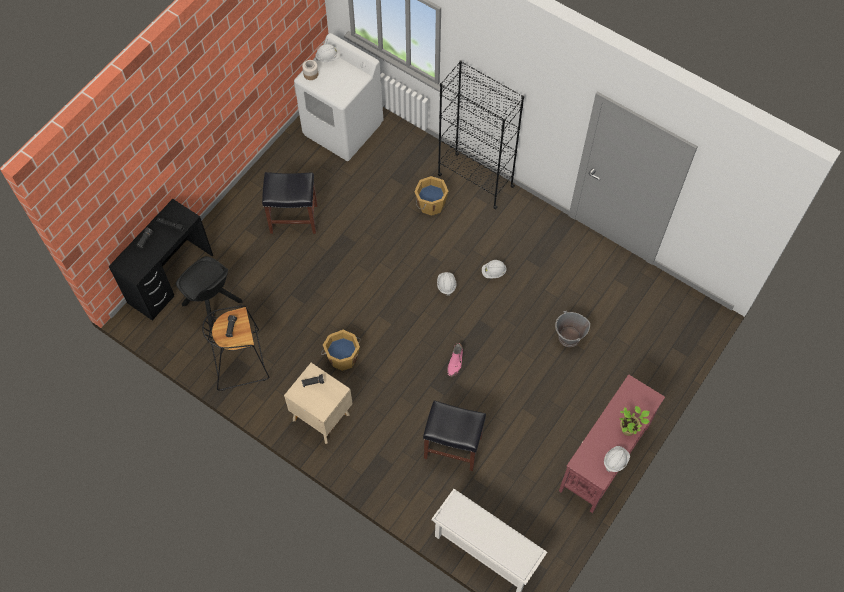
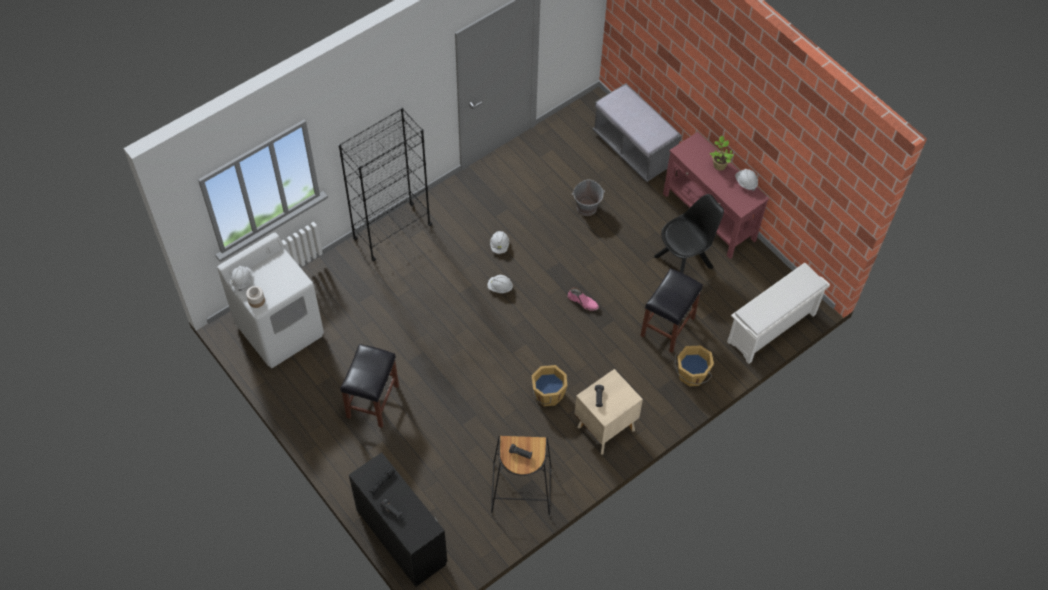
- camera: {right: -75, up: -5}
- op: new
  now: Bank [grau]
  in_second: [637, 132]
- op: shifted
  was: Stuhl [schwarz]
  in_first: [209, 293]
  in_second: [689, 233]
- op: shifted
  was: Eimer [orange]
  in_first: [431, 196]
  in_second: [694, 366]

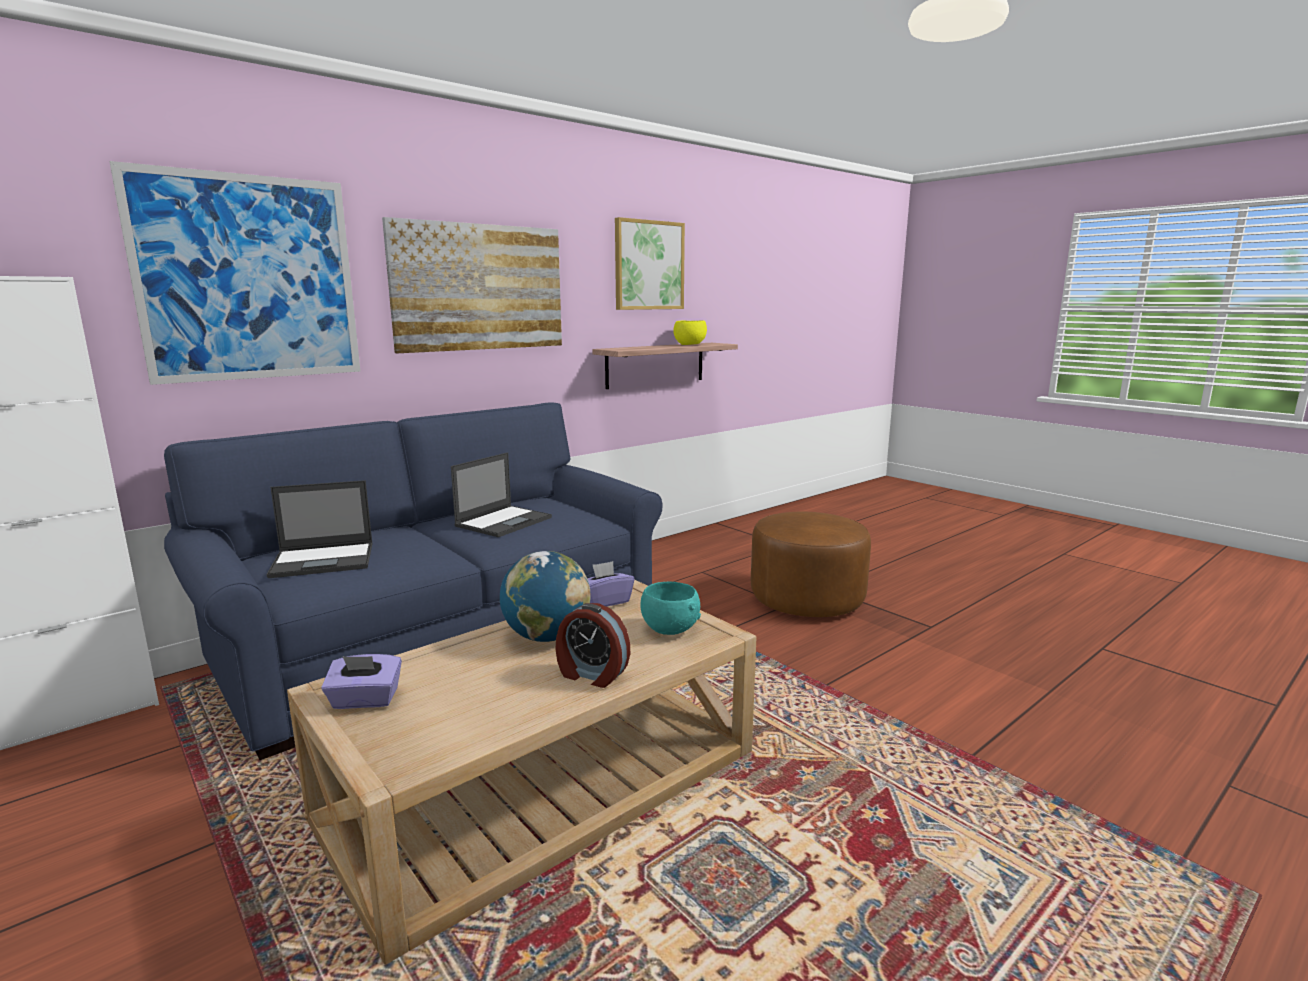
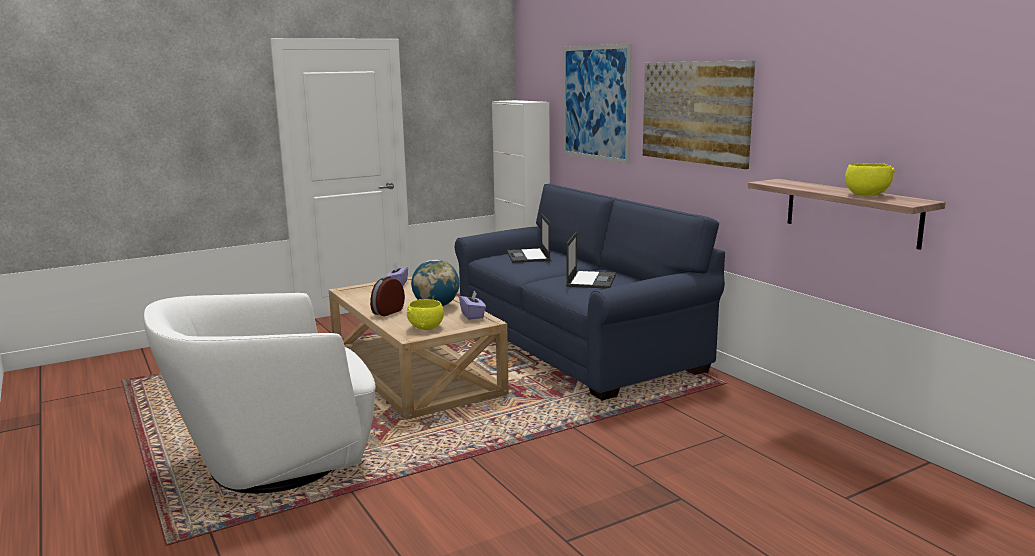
- camera: {right: 100, up: 0}
- op: gone
  was: Bild
  in_first: [650, 263]
- op: gone
  was: Polsterhocker [braun]
  in_first: [811, 564]
- op: new
  now: Sessel [weiß]
  in_second: [260, 393]
- op: repainted
  was: Schüssel [türkis]
  now: Schüssel [gelb]
  in_first: [670, 608]
  in_second: [425, 314]
- op: rotated
  was: Laptop
  in_first: [501, 494]
  in_second: [591, 260]
  clockwise: -120

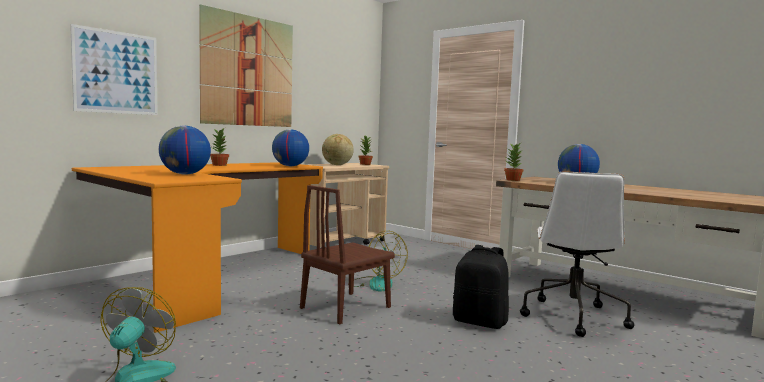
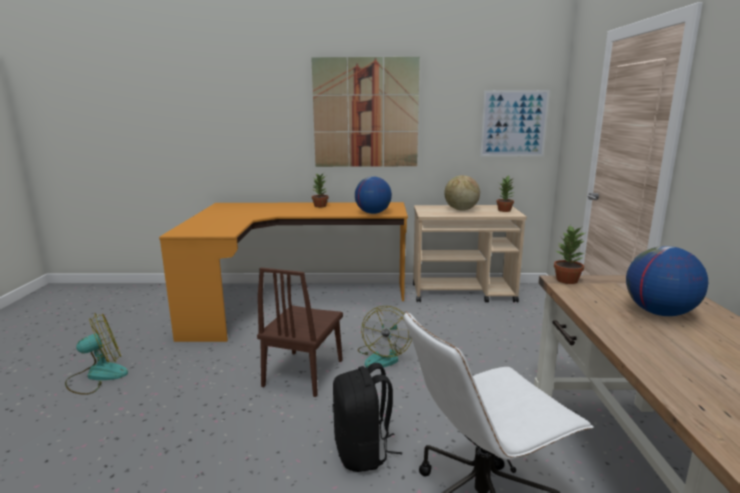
- camera: {right: 50, up: 10}
- op: gone
  was: Globus
  in_first: [185, 150]
- op: shifted
  was: Bild
  in_first: [114, 69]
  in_second: [515, 123]
- op: rotated
  was: Stuhl [braun]
  in_first: [347, 255]
  in_second: [300, 332]
  clockwise: -75

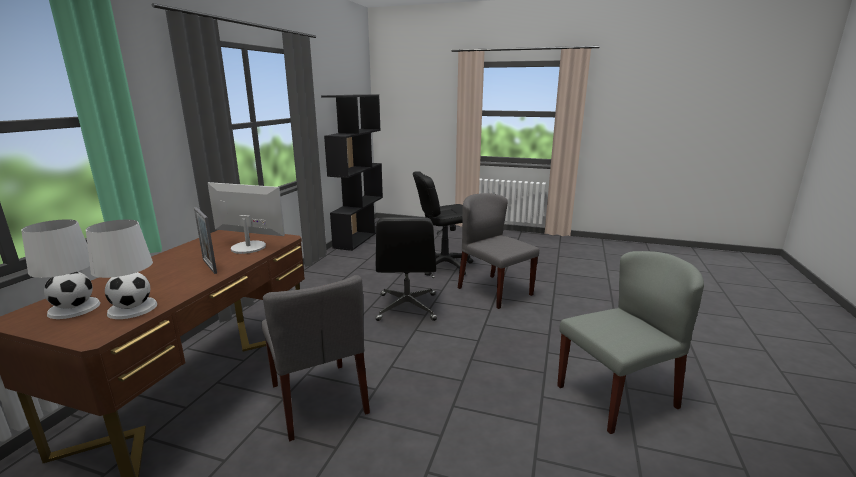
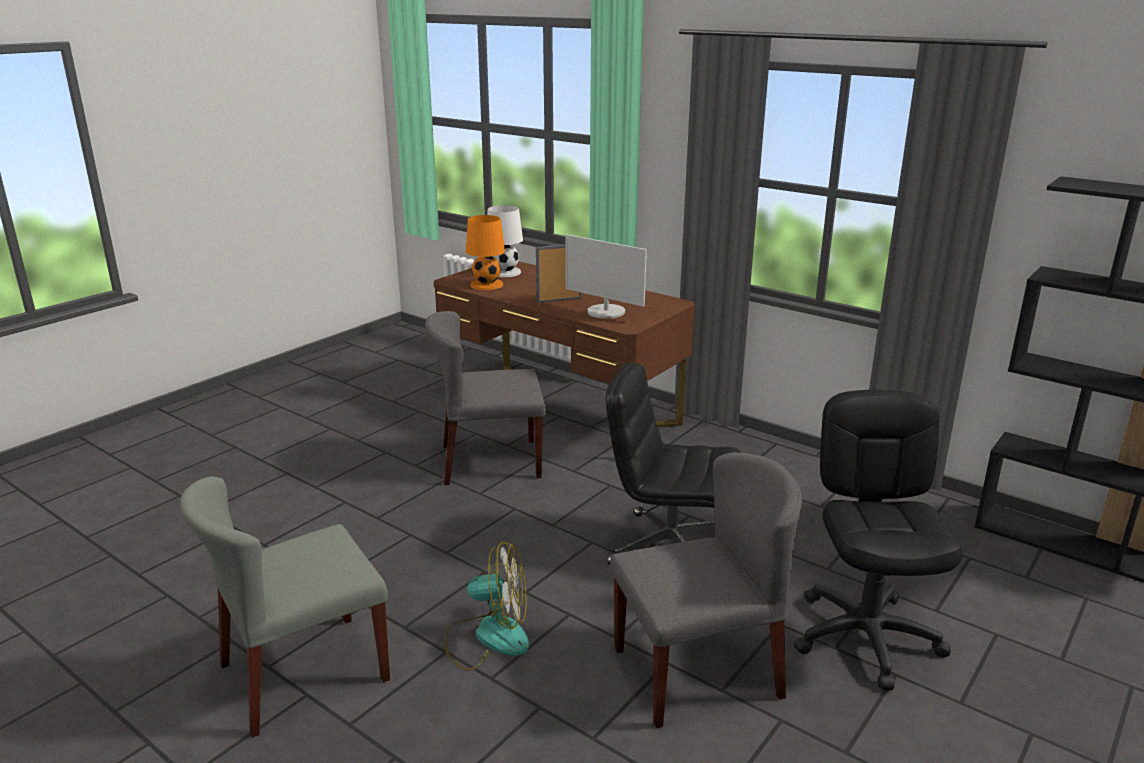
- camera: {right: 110, up: 5}
- op: new
  now: Ventilator
  in_second: [486, 606]
- op: repainted
  was: Tischlampe [weiß]
  now: Tischlampe [orange]
  in_first: [121, 269]
  in_second: [485, 252]
- op: rotated
  was: Monitor
  in_first: [246, 218]
  in_second: [606, 276]
  clockwise: 90
- op: rotated
  was: Stuhl [grau]
  in_first: [630, 342]
  in_second: [285, 607]
  clockwise: 60

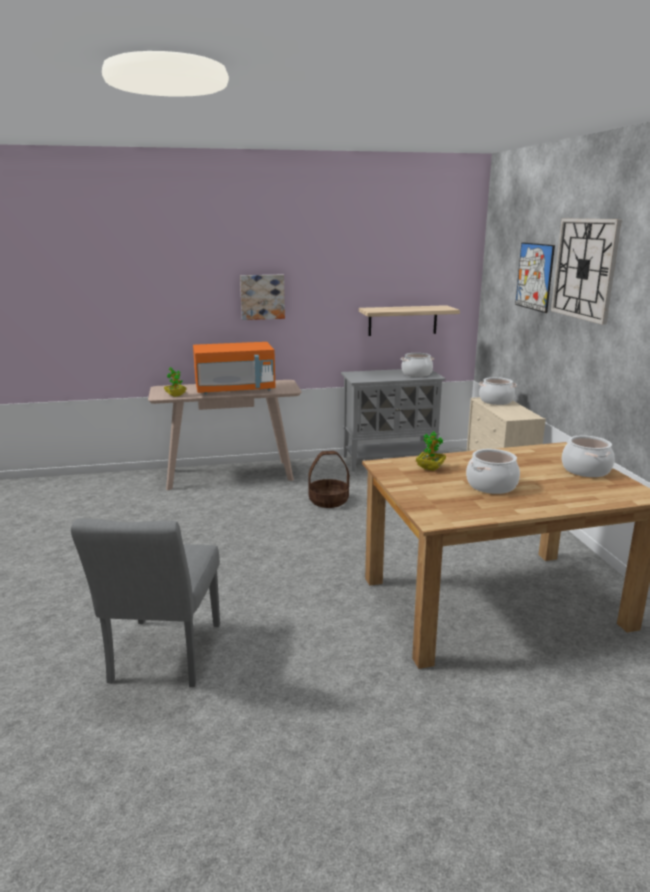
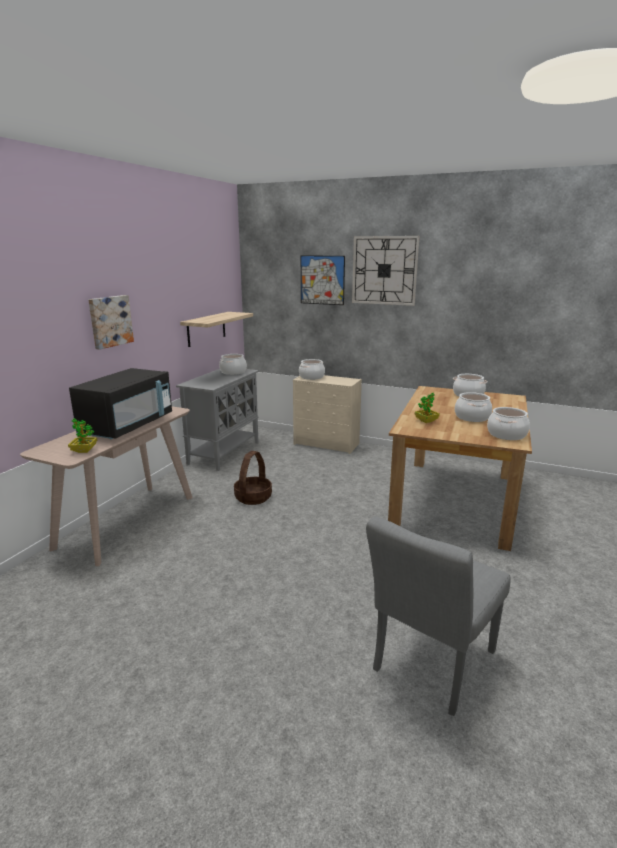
- camera: {right: -55, up: 0}
- op: new
  now: Kochtopf
  in_second: [508, 423]
- op: repainted
  was: Mikrowelle [orange]
  now: Mikrowelle [schwarz]
  in_first: [234, 368]
  in_second: [120, 403]
- op: rotated
  was: Stuhl [grau]
  in_first: [145, 602]
  in_second: [438, 616]
  clockwise: 90

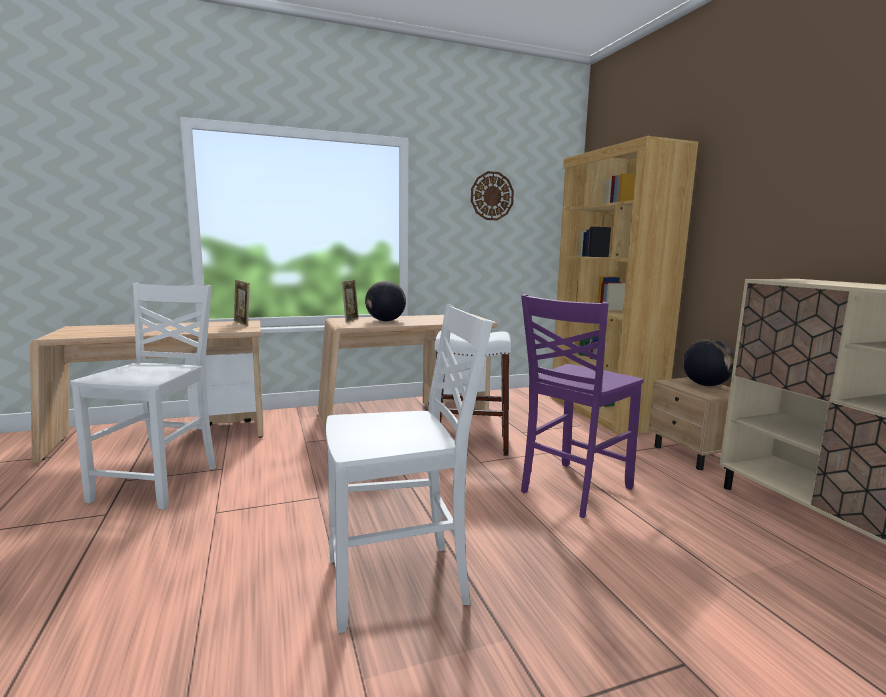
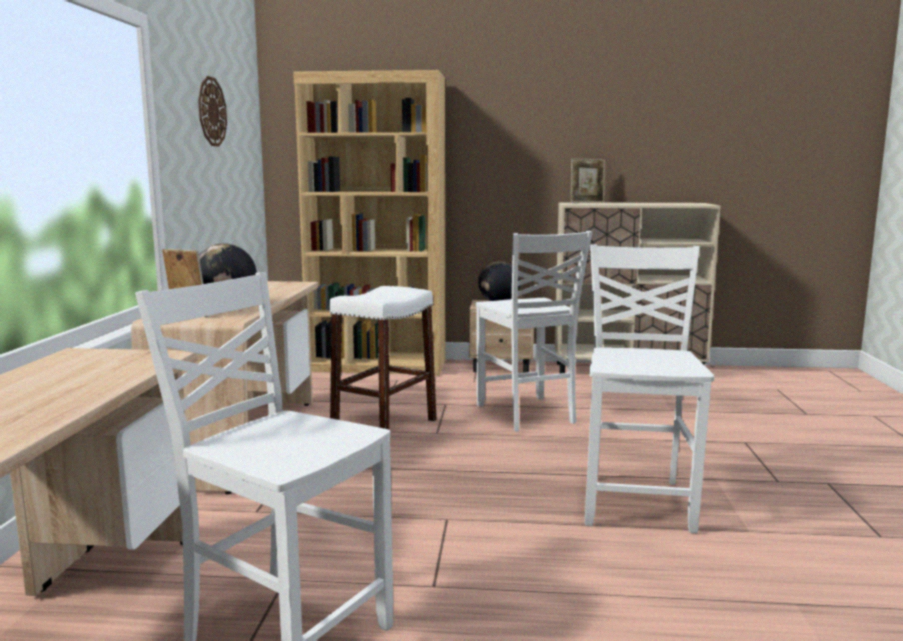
- camera: {right: -65, up: 0}
- op: shifted
  was: Bilderrahmen
  in_first: [242, 303]
  in_second: [588, 180]
- op: repainted
  was: Stuhl [lila]
  now: Stuhl [weiß]
  in_first: [582, 406]
  in_second: [533, 331]

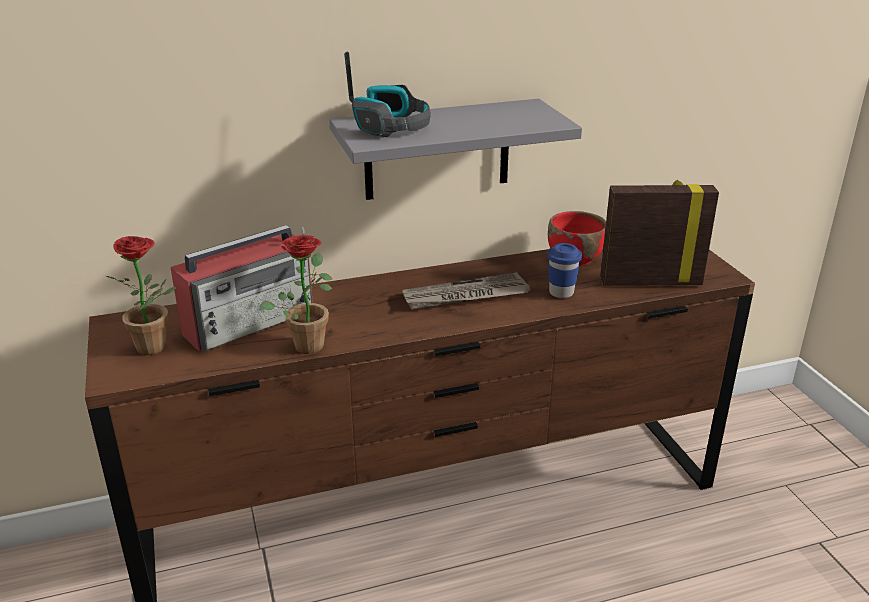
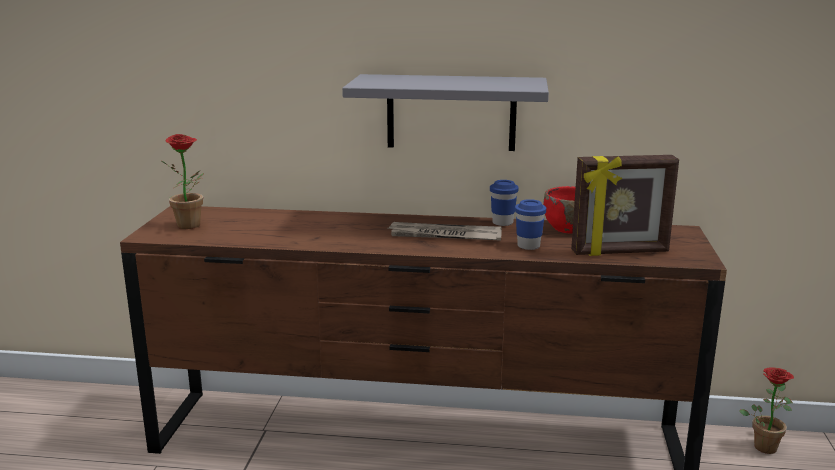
- camera: {right: 25, up: -10}
- op: gone
  was: Radio
  in_first: [241, 288]
- op: gone
  was: Kopfhörer
  in_first: [387, 94]
- op: new
  now: Tasse [blau]
  in_second: [504, 203]
- op: shifted
  was: Topfpflanze
  in_first: [296, 294]
  in_second: [766, 410]
- op: rotated
  was: Bilderrahmen
  in_first: [659, 233]
  in_second: [625, 205]
  clockwise: 150

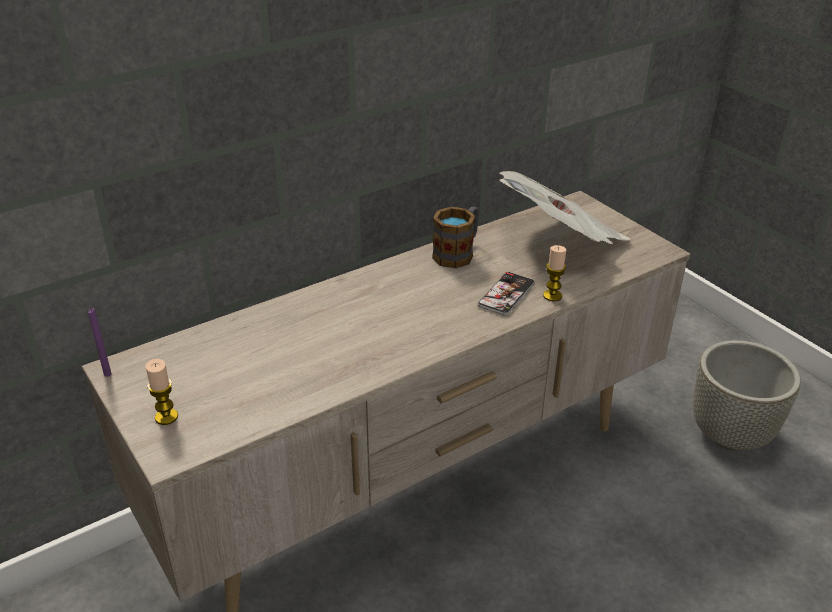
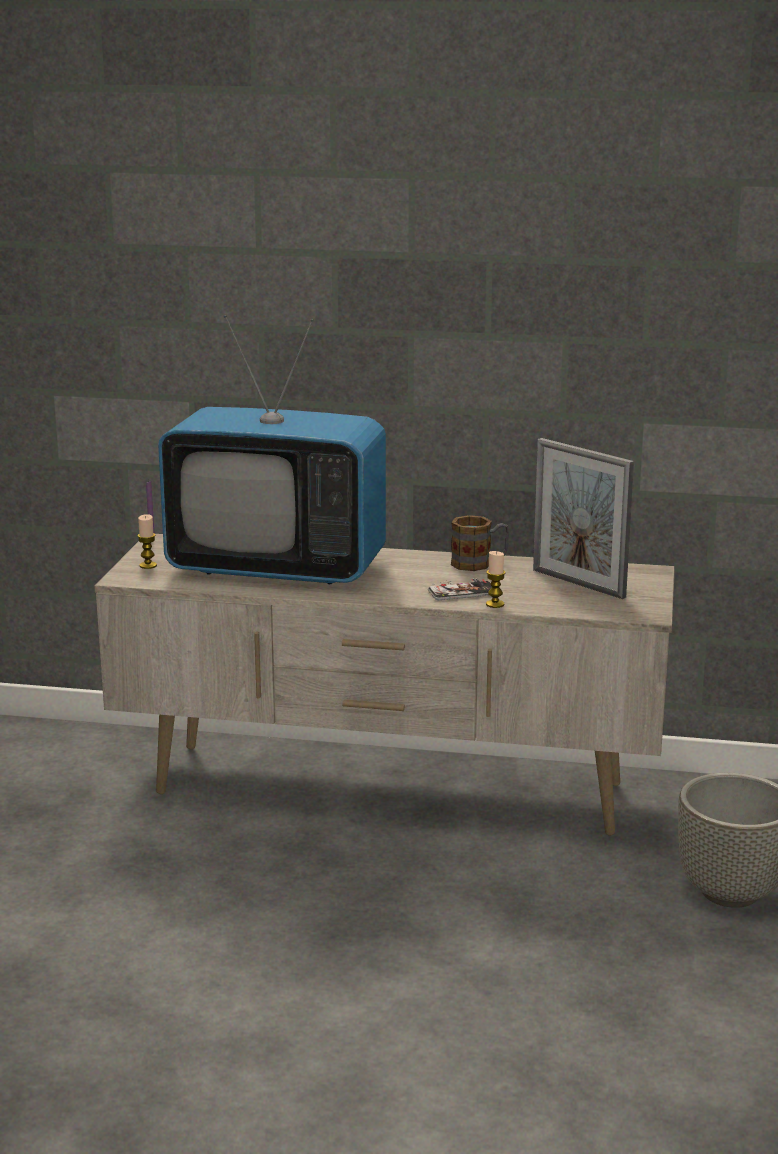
- camera: {right: 45, up: -15}
- op: new
  now: Fernseher
  in_second: [272, 449]
- op: swapped
  was: Zeitung
  now: Bilderrahmen
  in_first: [565, 207]
  in_second: [583, 518]

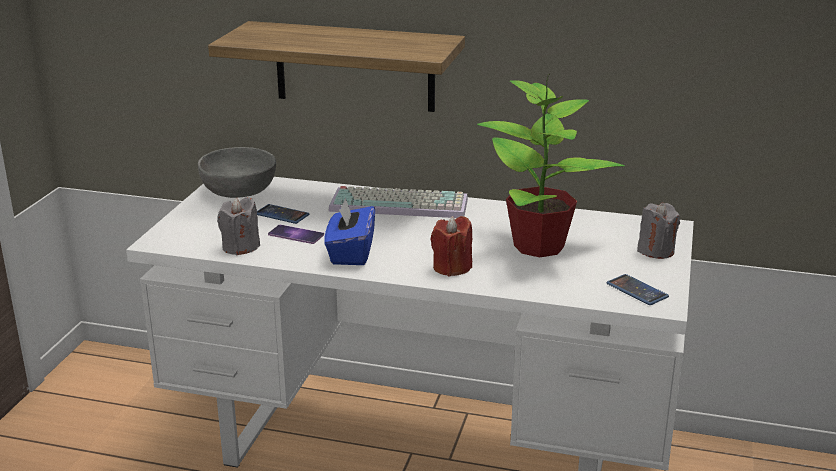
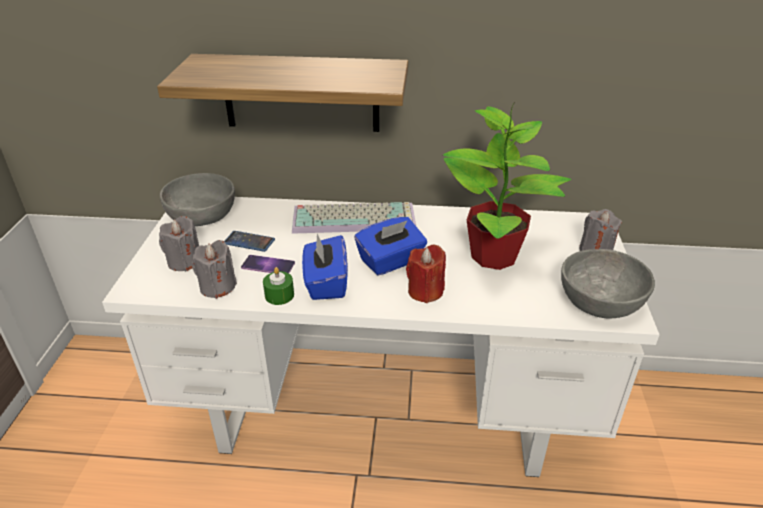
- camera: {right: -10, up: 10}
- op: new
  now: Kerze [grau]
  in_second: [179, 243]
- op: new
  now: Kerze [grün]
  in_second: [278, 286]
- op: new
  now: Taschentuchbox [blau]
  in_second: [391, 246]
- op: swapped
  was: Handy
  now: Schüssel [grau]
  in_first: [638, 289]
  in_second: [608, 283]

